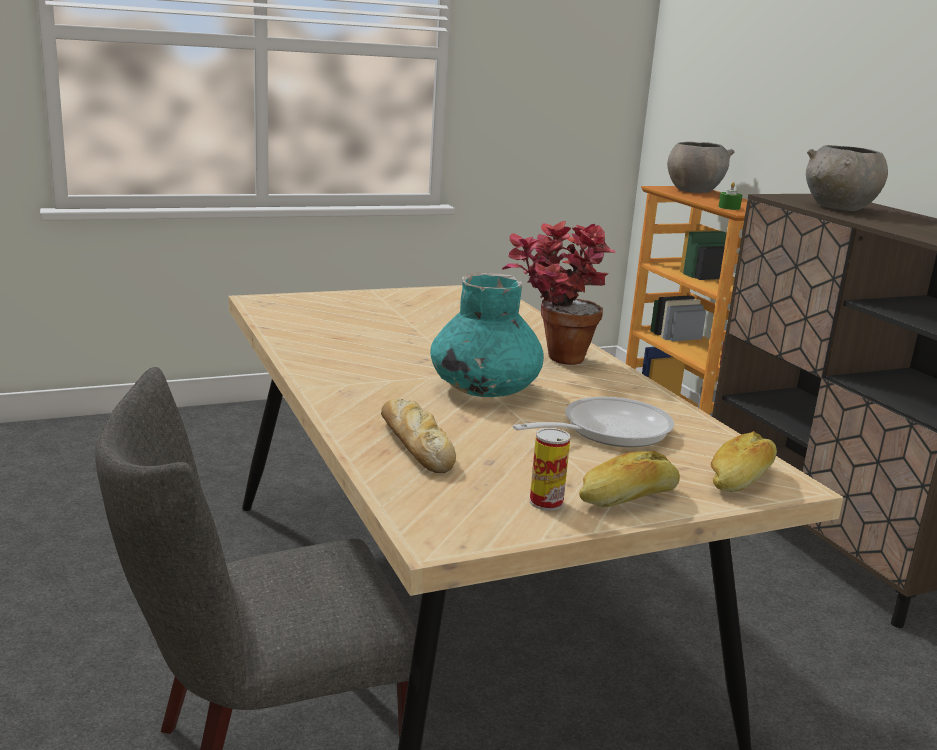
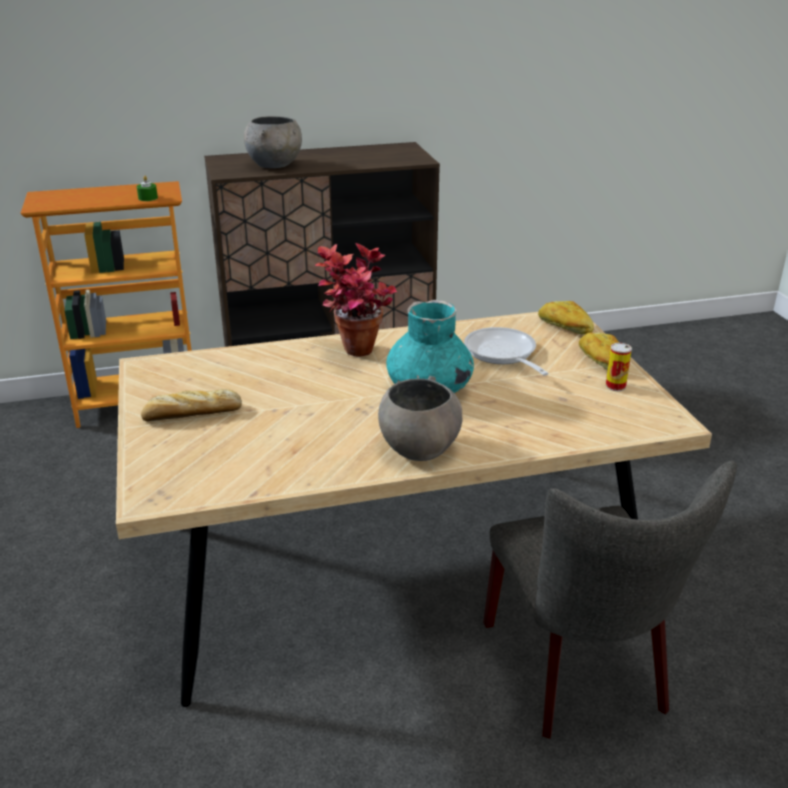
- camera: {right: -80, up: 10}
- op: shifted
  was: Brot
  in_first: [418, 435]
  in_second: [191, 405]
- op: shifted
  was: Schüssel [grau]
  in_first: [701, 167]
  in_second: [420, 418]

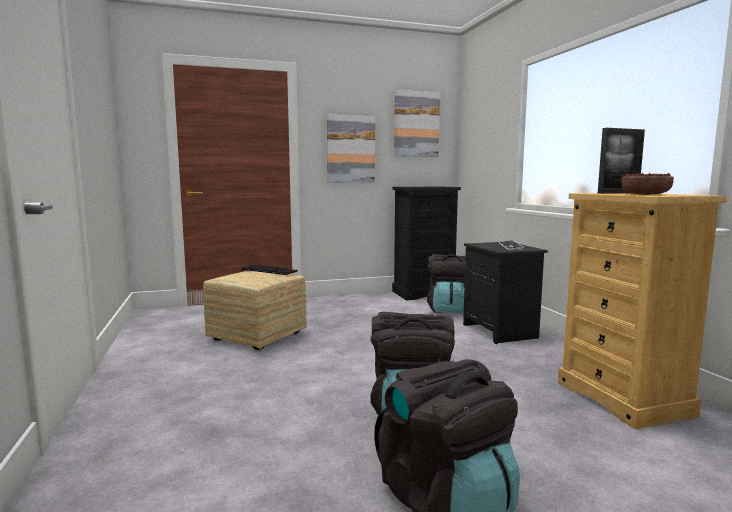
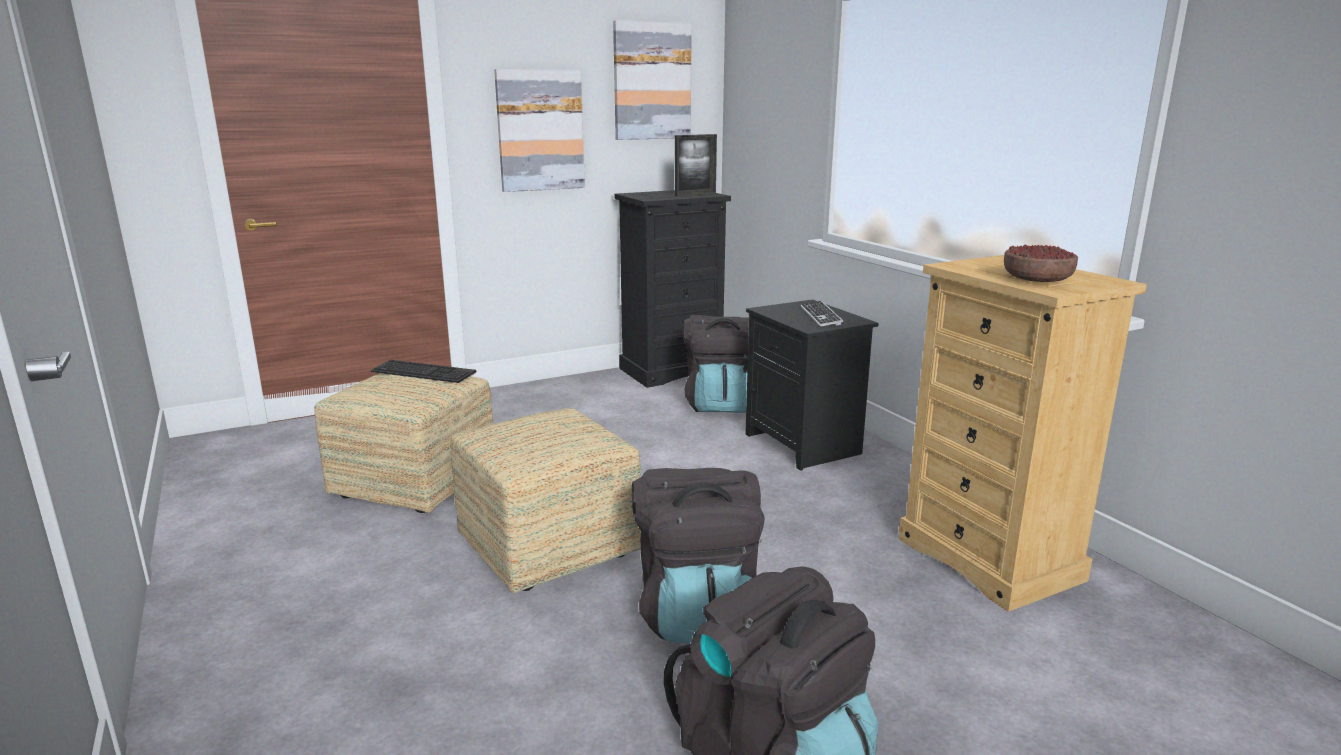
- camera: {right: -10, up: 10}
- op: new
  now: Polsterhocker
  in_second: [545, 500]
- op: shifted
  was: Bilderrahmen
  in_first: [621, 161]
  in_second: [696, 165]

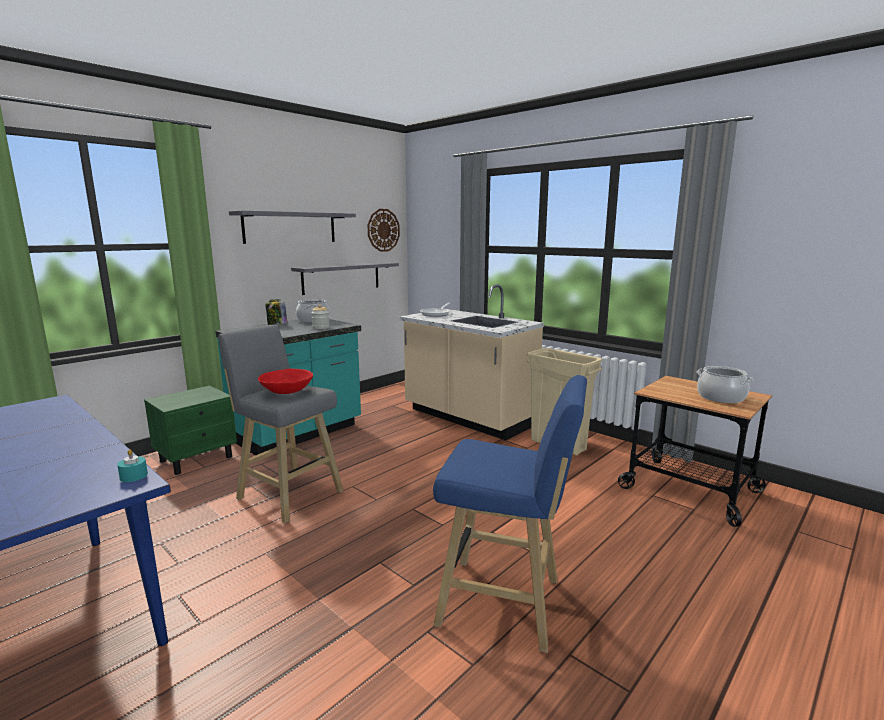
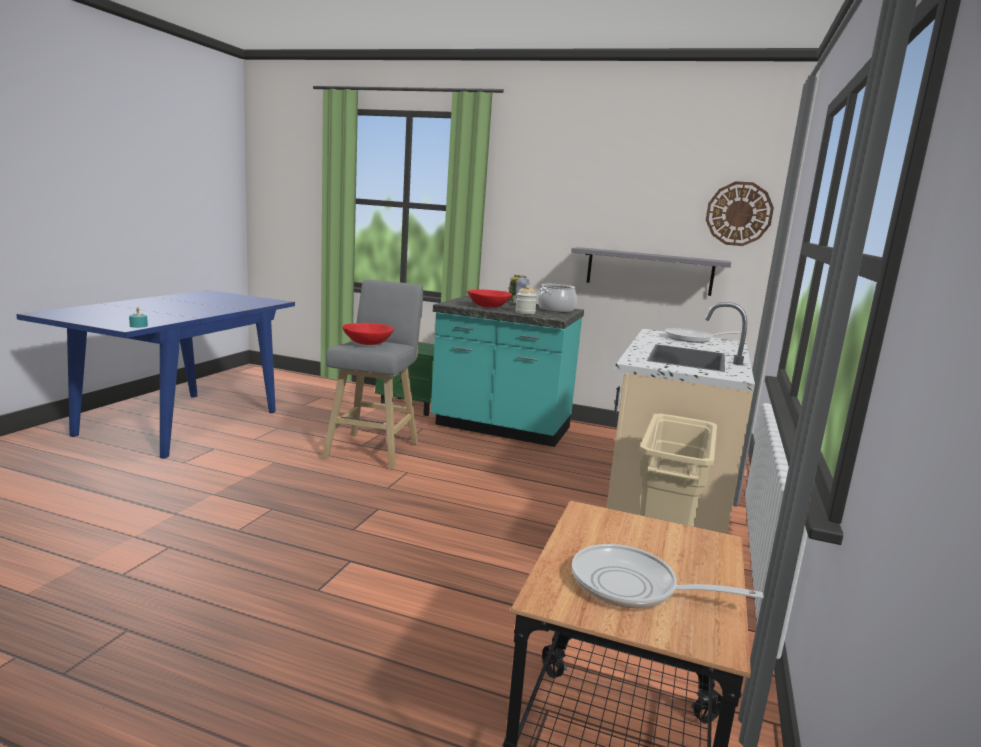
- camera: {right: 65, up: 0}
- op: gone
  was: Wandregal [grau]
  in_first: [292, 227]
- op: gone
  was: Hocker [blau]
  in_first: [510, 514]
- op: new
  now: Schüssel [rot]
  in_second: [489, 298]
- op: swapped
  was: Kochtopf
  now: Pfanne
  in_first: [725, 384]
  in_second: [667, 576]

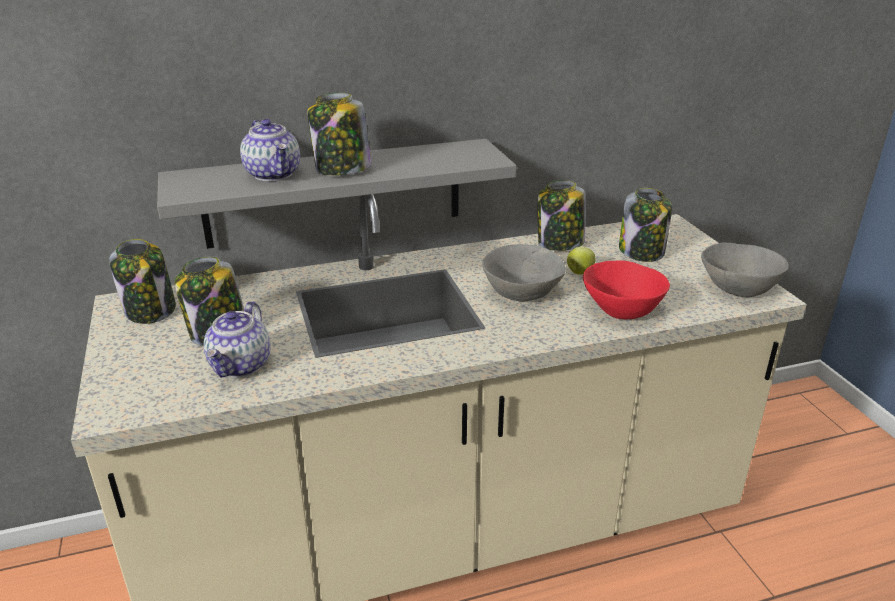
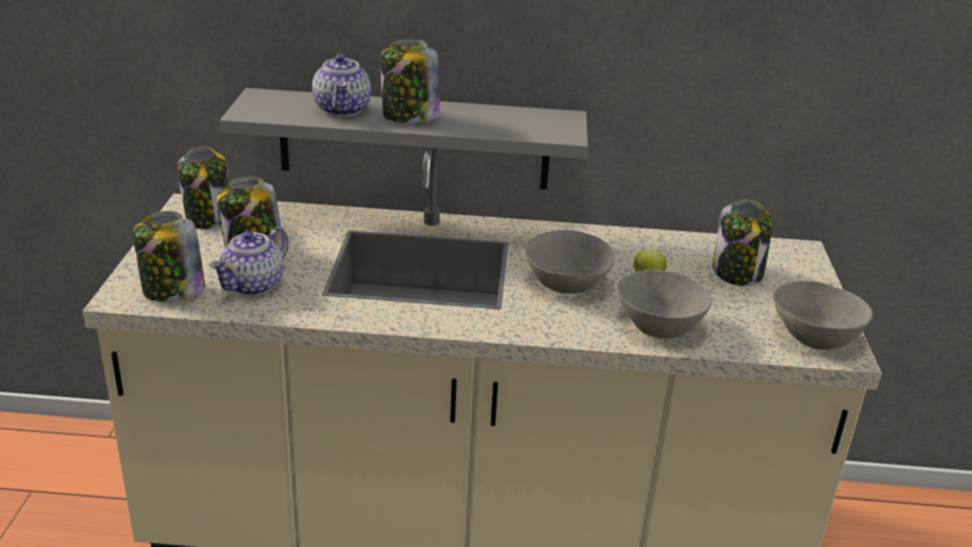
- camera: {right: 20, up: 0}
- op: shifted
  was: Vorratsglas
  in_first: [562, 215]
  in_second: [169, 256]
- op: repainted
  was: Schüssel [rot]
  now: Schüssel [grau]
  in_first: [626, 290]
  in_second: [664, 304]

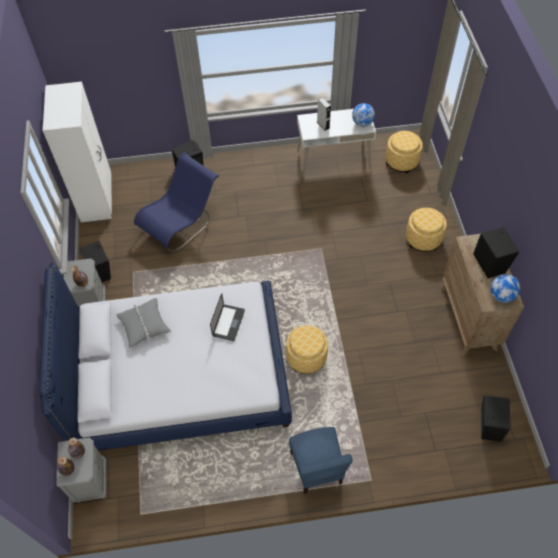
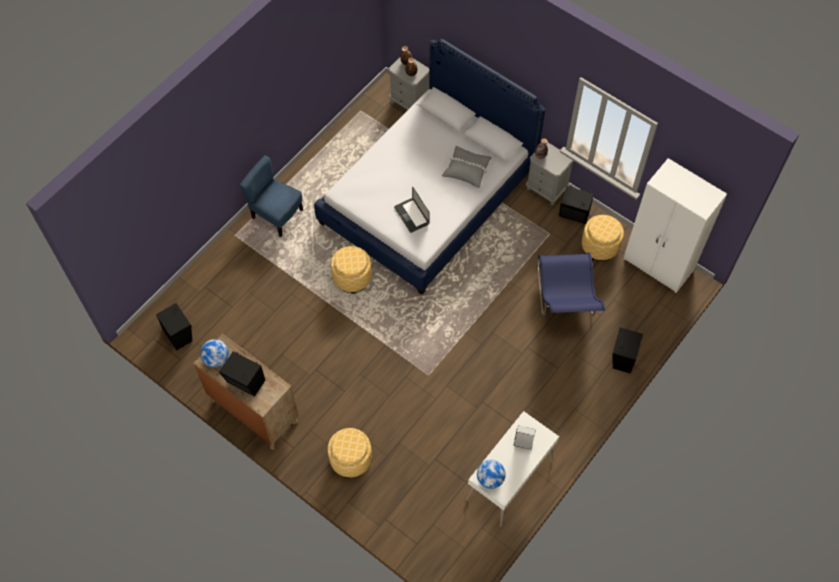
- camera: {right: 135, up: 5}
- op: shifted
  was: Polsterhocker
  in_first: [404, 152]
  in_second: [603, 238]

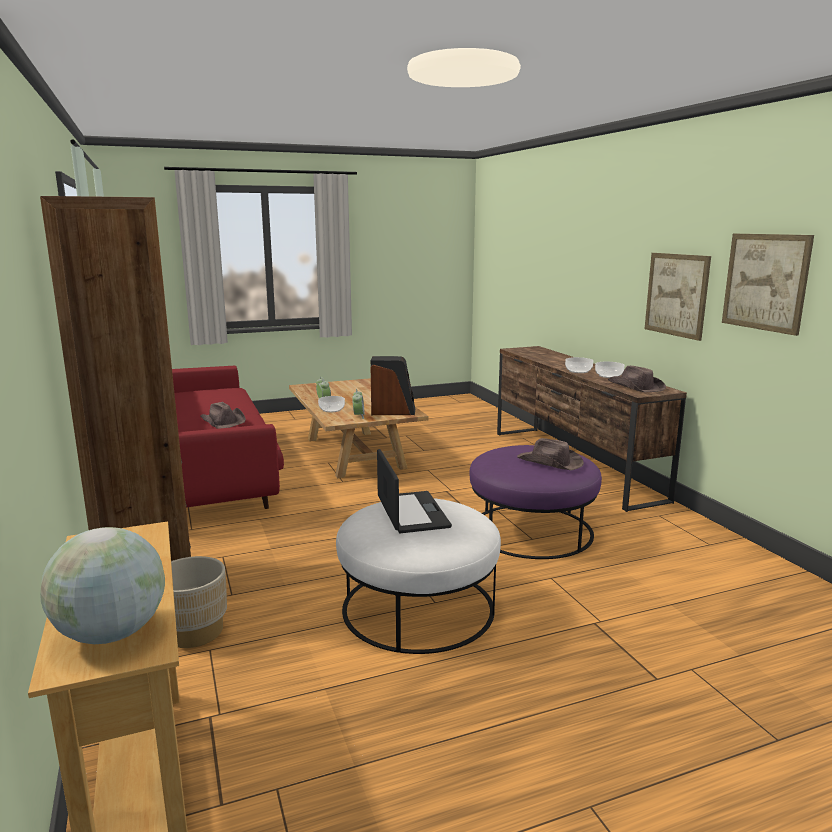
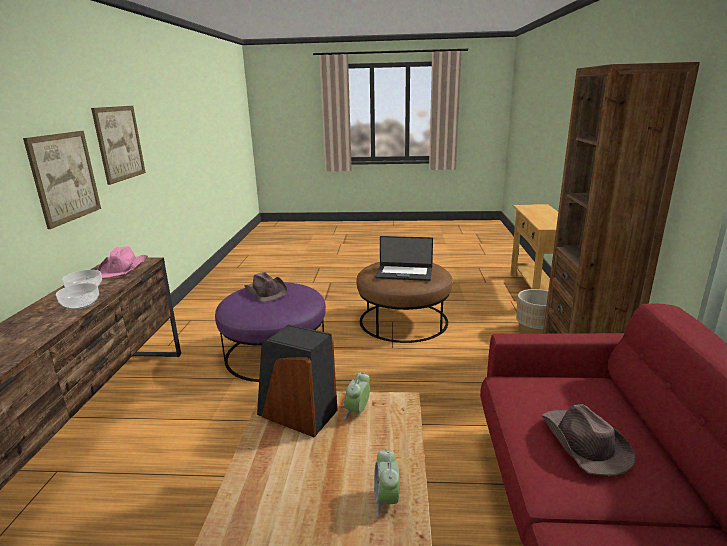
- camera: {right: -155, up: 5}
- op: gone
  was: Globus
  in_first: [102, 585]
- op: gone
  was: Schüssel
  in_first: [331, 404]
- op: repainted
  was: Polsterhocker [weiß]
  now: Polsterhocker [braun]
  in_first: [418, 576]
  in_second: [404, 302]
- op: repainted
  was: Hut [braun]
  now: Hut [rosa]
  in_first: [637, 379]
  in_second: [122, 262]
- op: rotated
  was: Laptop
  in_first: [414, 491]
  in_second: [404, 258]
  clockwise: -90

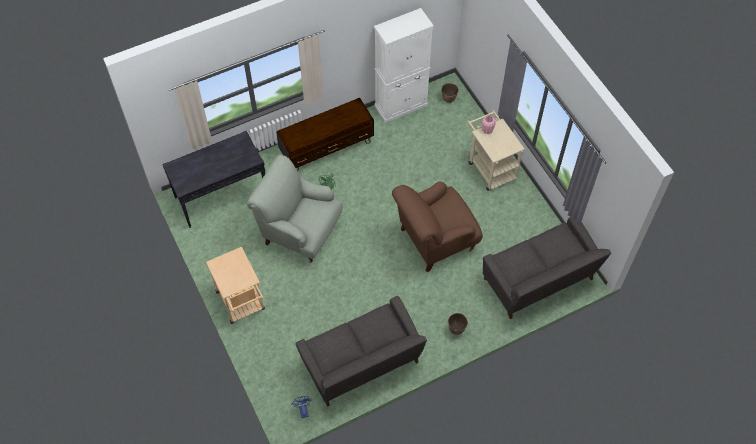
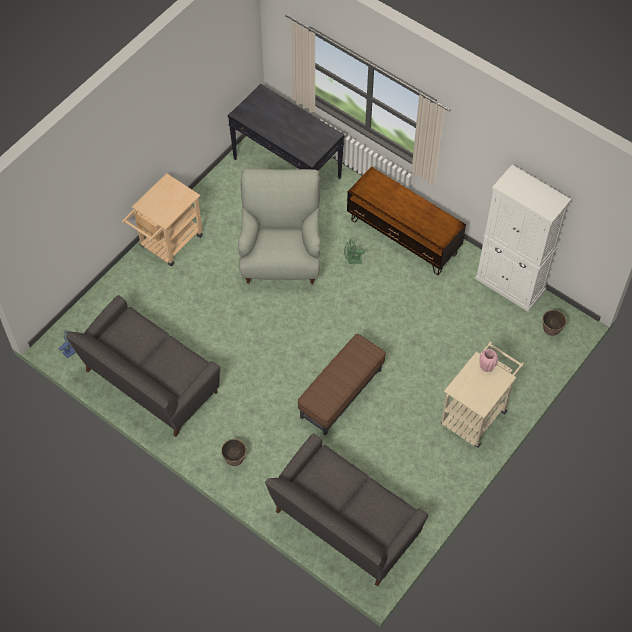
- camera: {right: 65, up: 0}
- op: swapped
  was: Sessel [braun]
  now: Polsterhocker [braun]
  in_first: [437, 226]
  in_second: [342, 385]

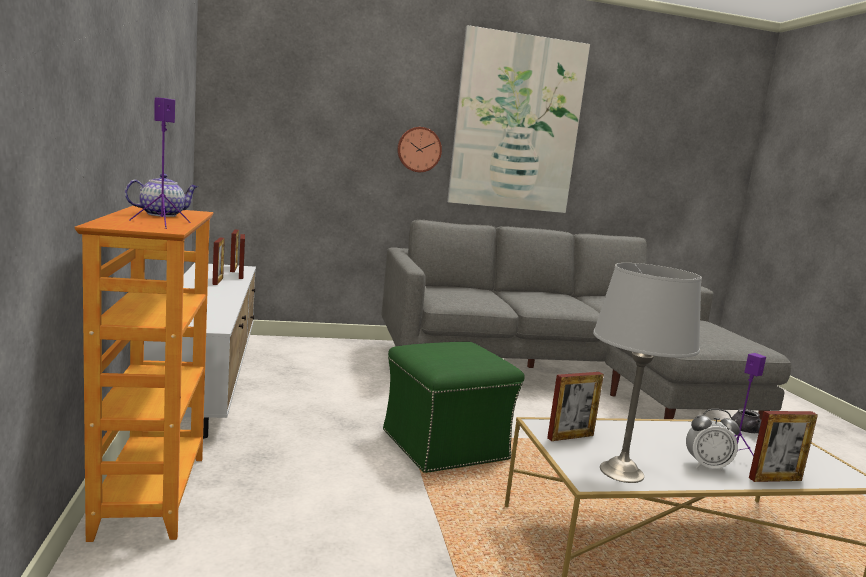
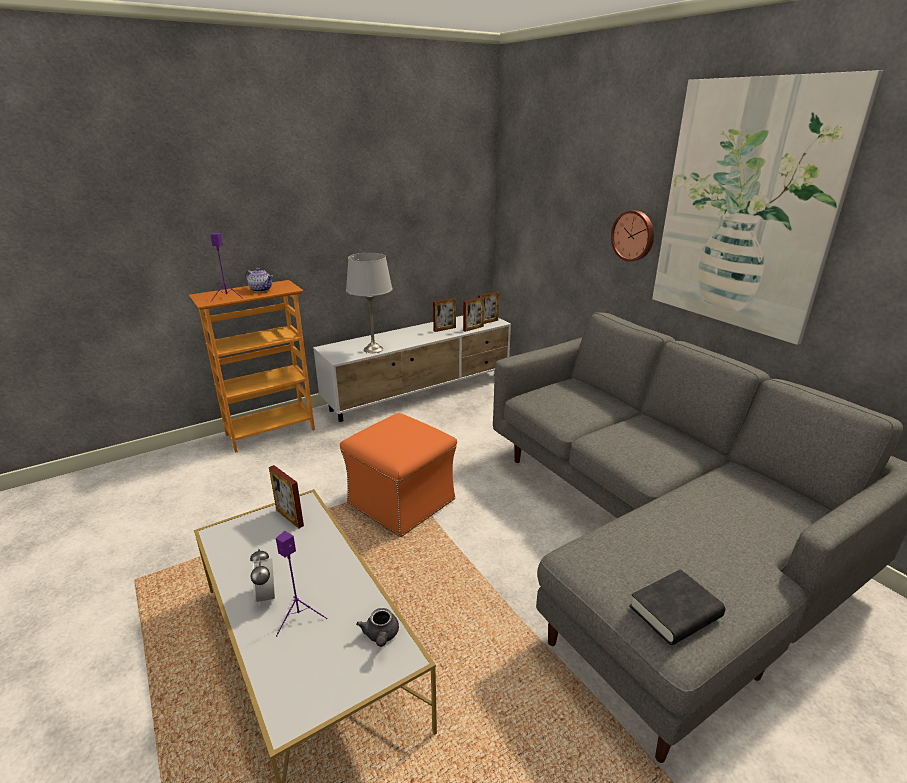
- camera: {right: 70, up: 15}
- op: gone
  was: Bilderrahmen
  in_first: [783, 446]
- op: new
  now: Buch [schwarz]
  in_second: [677, 607]
- op: shifted
  was: Tischlampe [grau]
  in_first: [647, 373]
  in_second: [369, 303]
- op: repainted
  was: Polsterhocker [grün]
  now: Polsterhocker [orange]
  in_first: [454, 407]
  in_second: [398, 475]

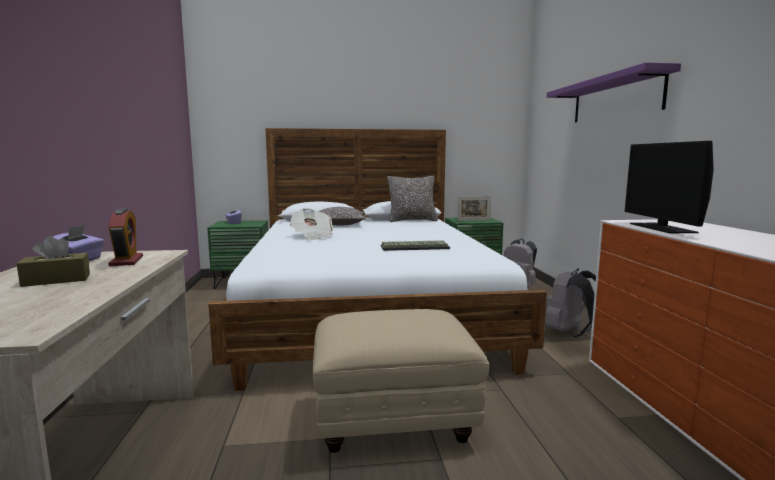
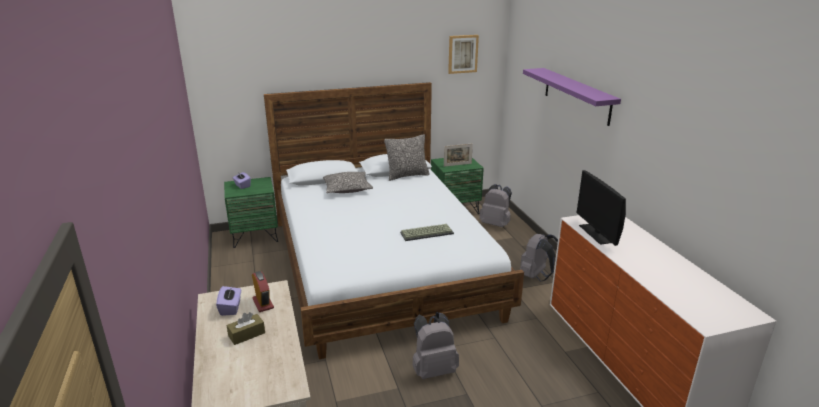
- camera: {right: -10, up: 15}
- op: gone
  was: Zeitung
  in_first: [311, 224]
- op: new
  now: Bild
  in_second: [463, 54]
- op: swapped
  was: Polsterhocker [beige]
  now: Rucksack [grau]
  in_first: [401, 381]
  in_second: [436, 345]

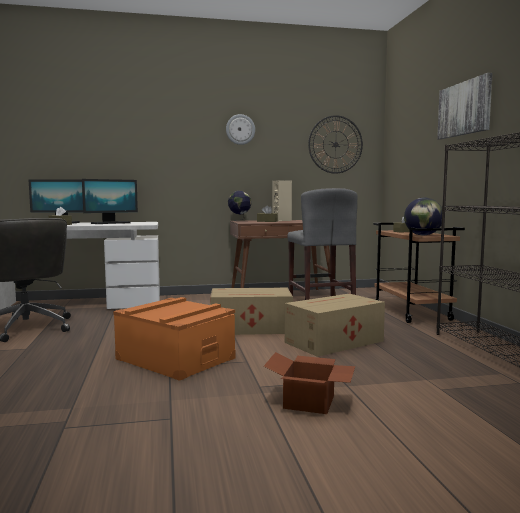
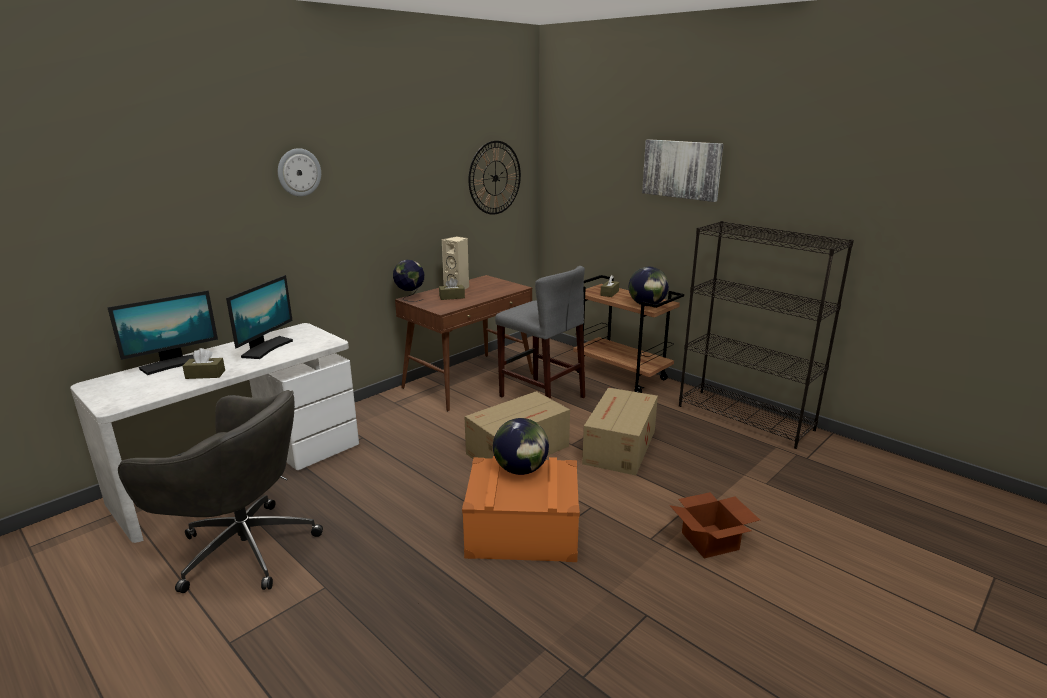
- camera: {right: -35, up: 15}
- op: new
  now: Globus
  in_second: [521, 446]
- op: shifted
  was: Wanduhr
  in_first: [240, 129]
  in_second: [299, 172]

